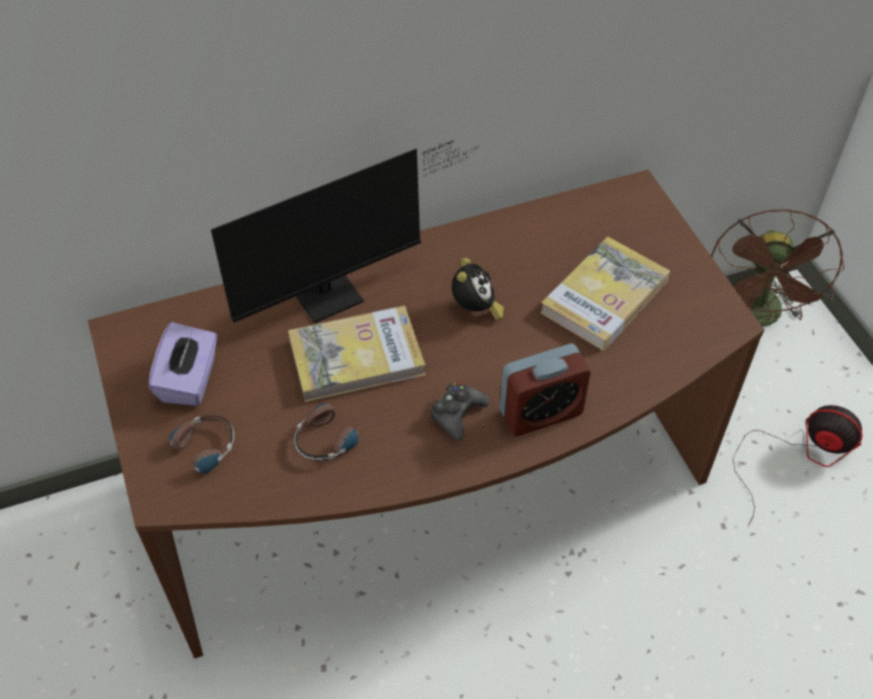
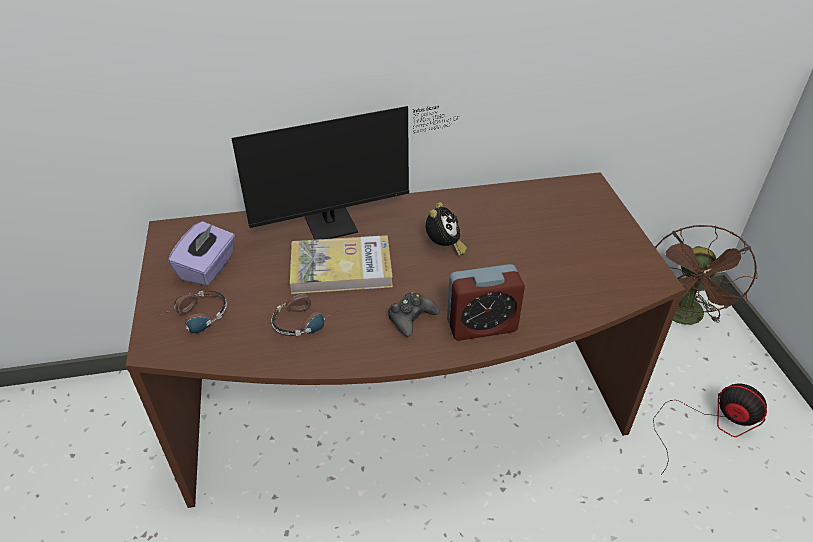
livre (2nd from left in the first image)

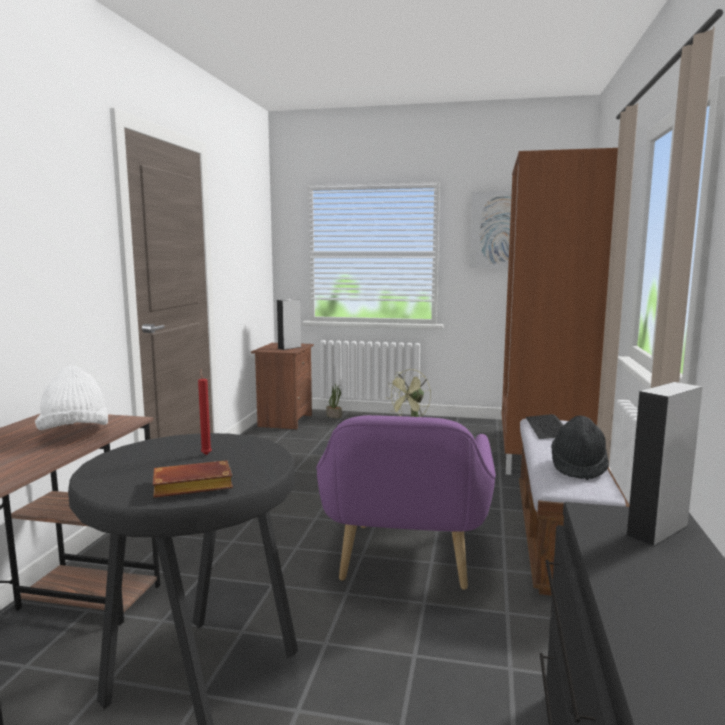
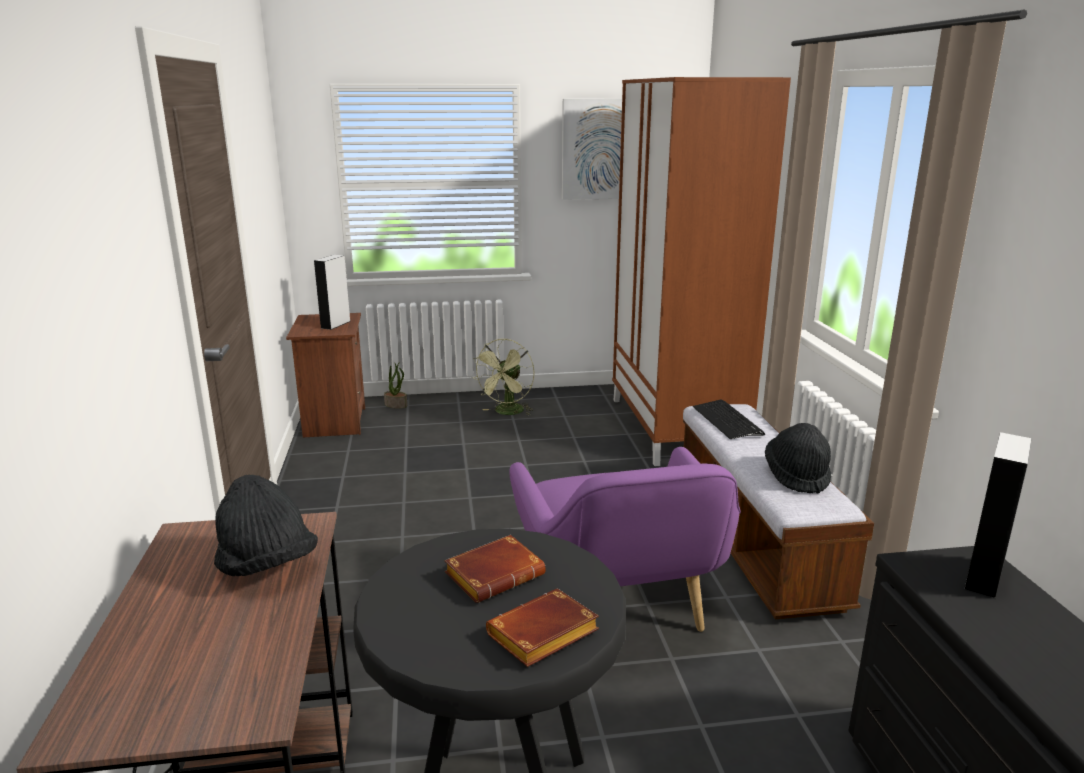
livre/marron (1st from left)
chapeau/noir (1st from left)

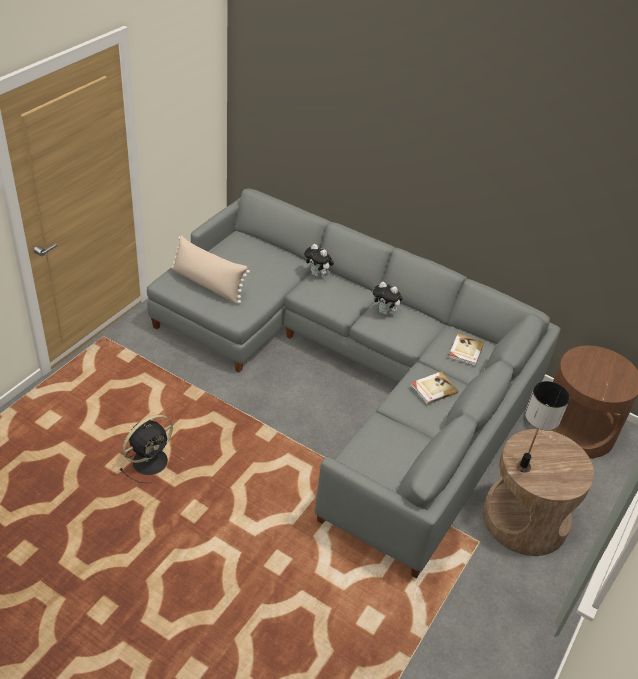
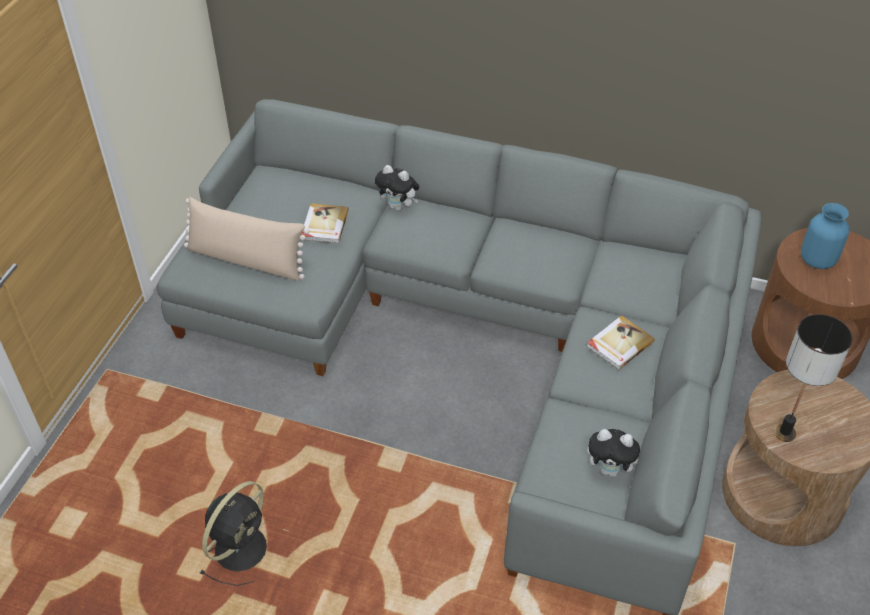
vase/bleu
peluche (2nd from left)
livre (1st from left)

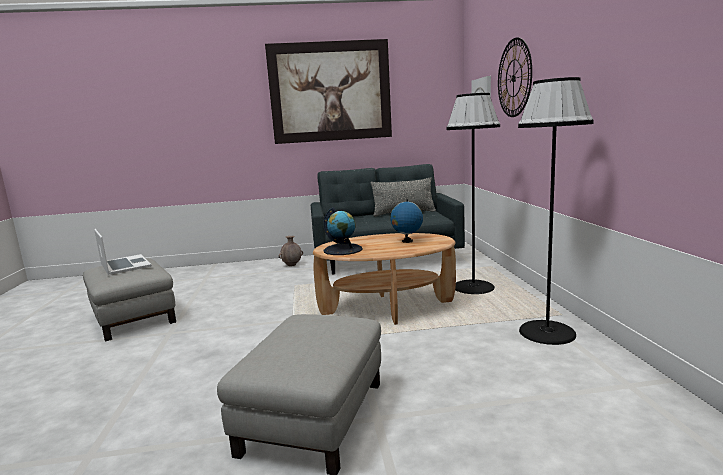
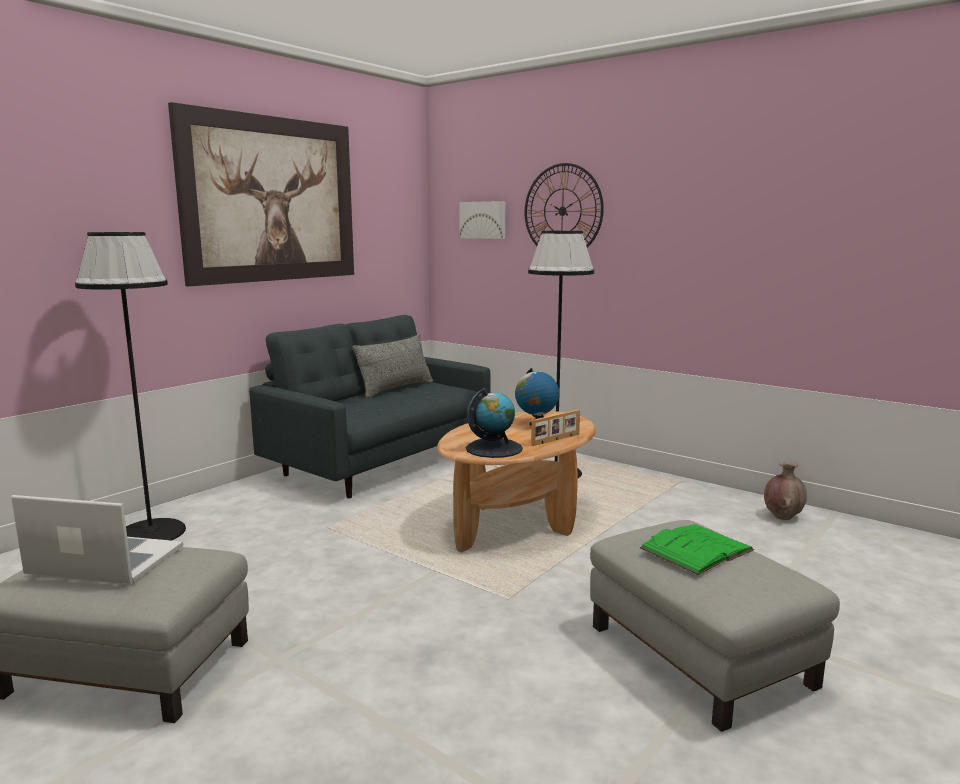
cadre photo
livre/vert
vase/marron
lampadaire/noir (1st from left)

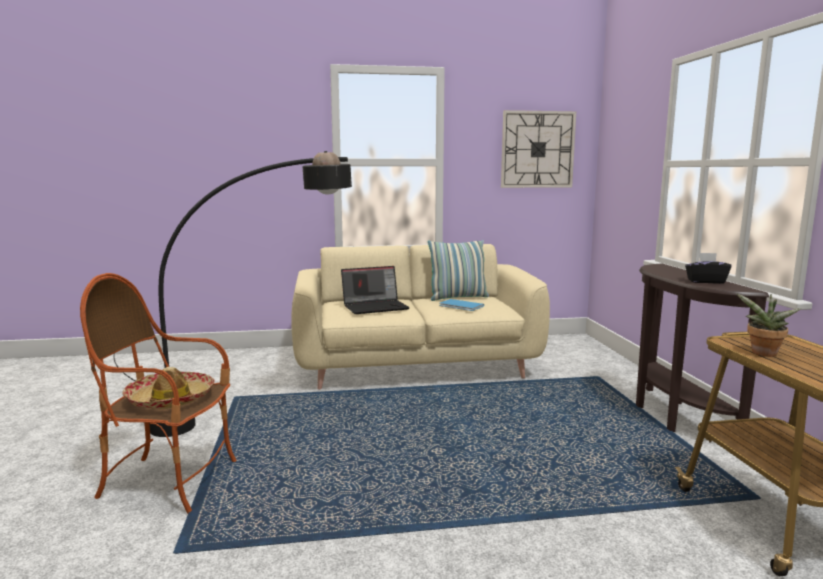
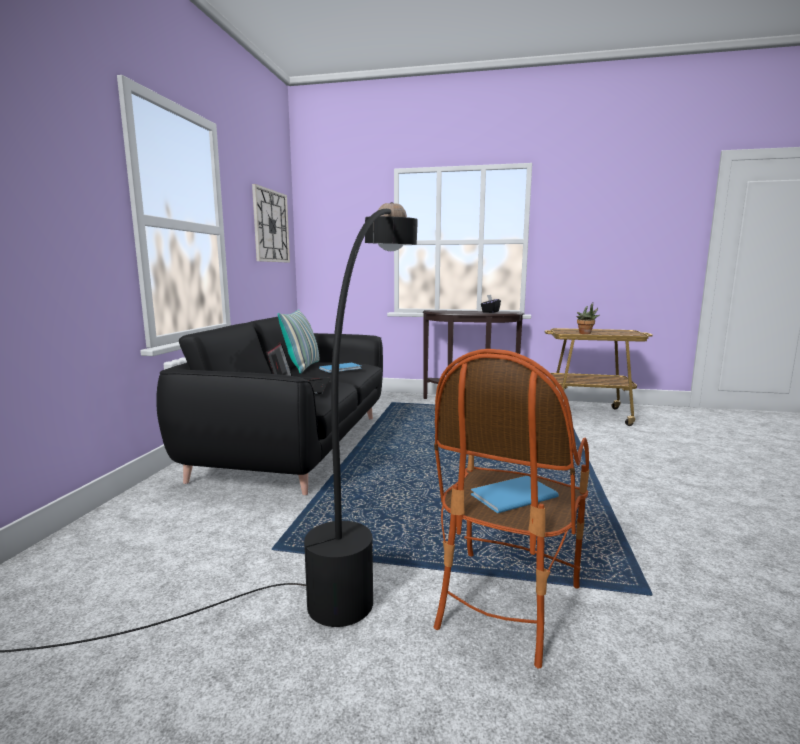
livre/bleu (2nd from left)
canapé/noir

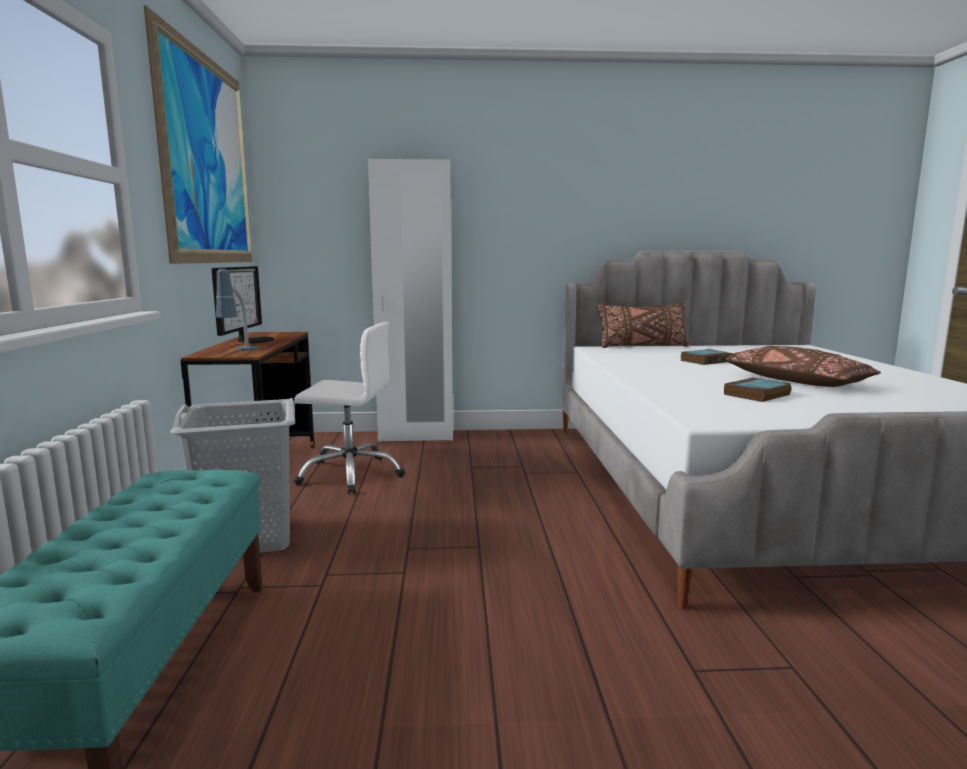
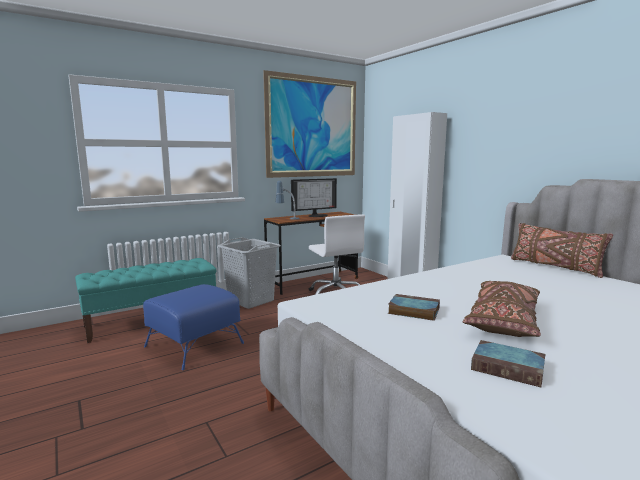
pouf/bleu
livre (2nd from left)

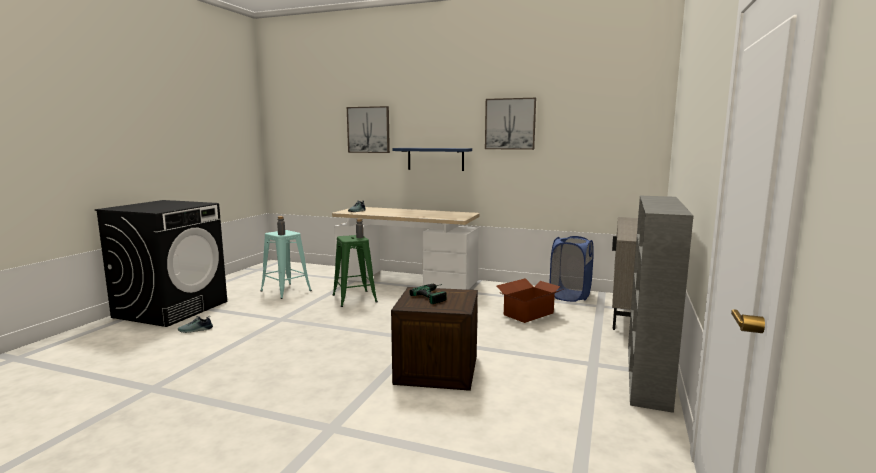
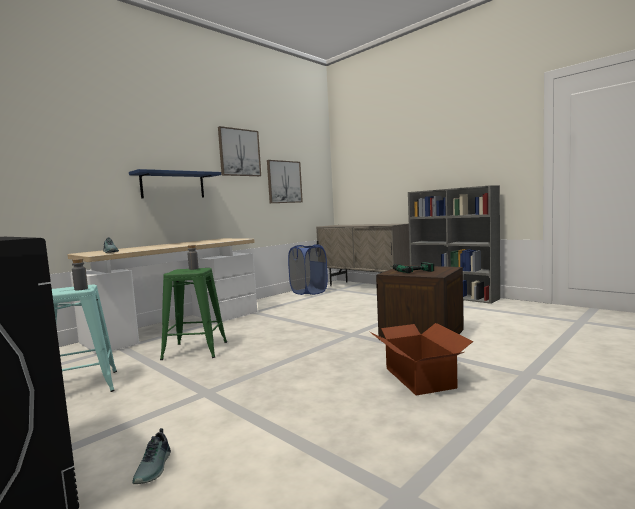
tableau (2nd from left)
carton

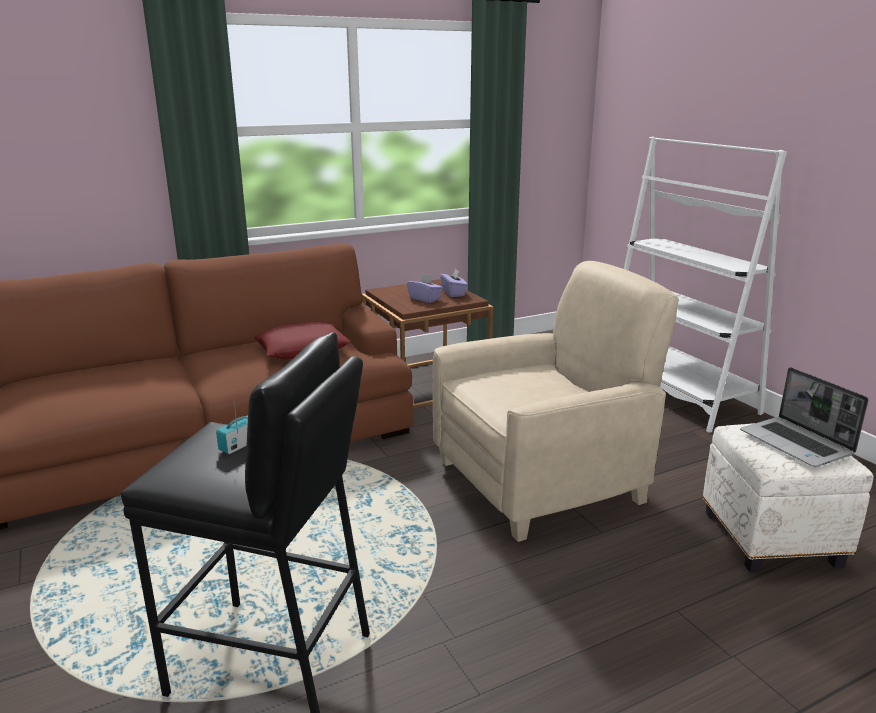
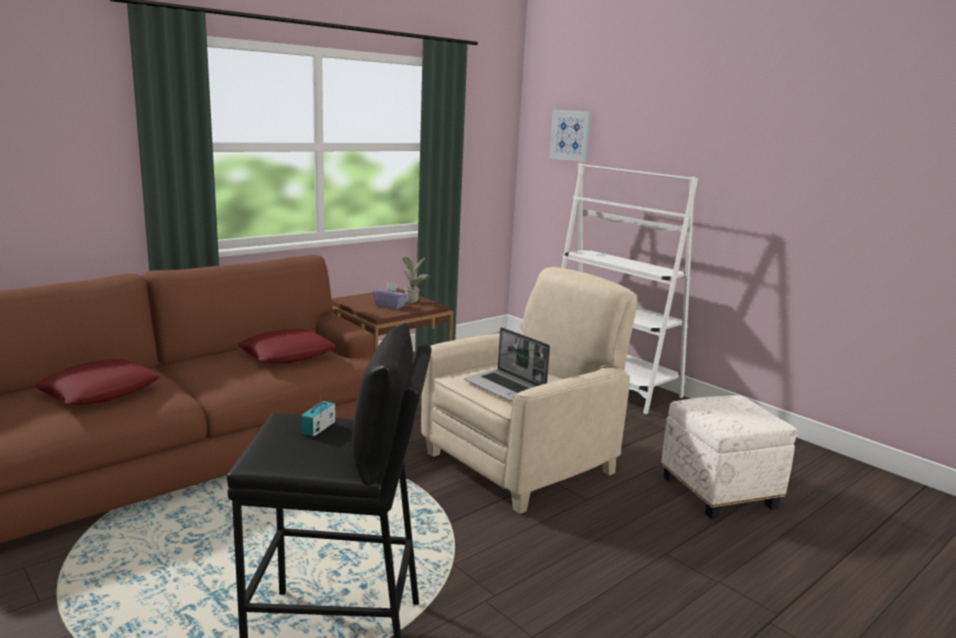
coussin/rouge (1st from left)
tableau
ordinateur portable
plante en pot

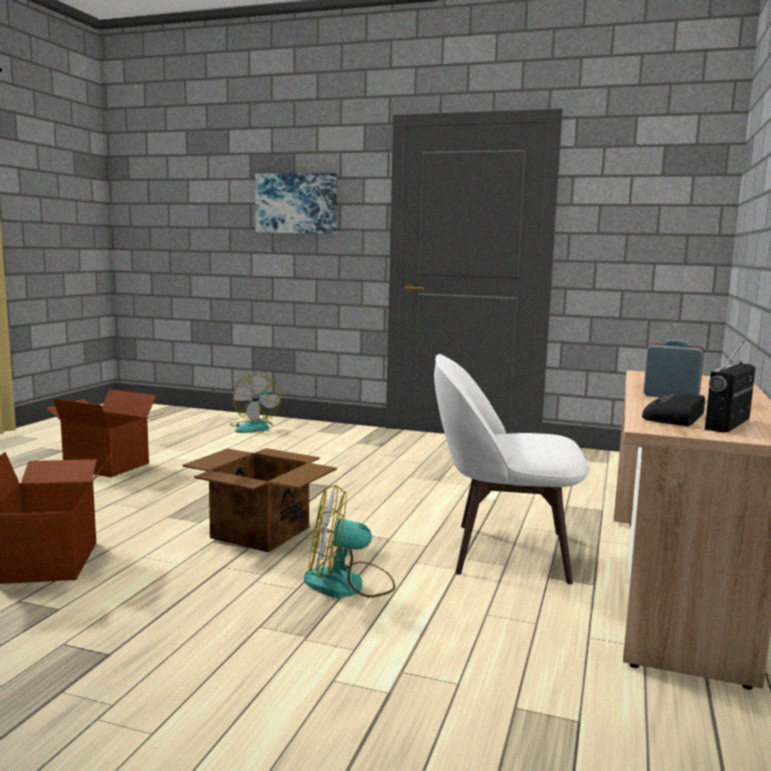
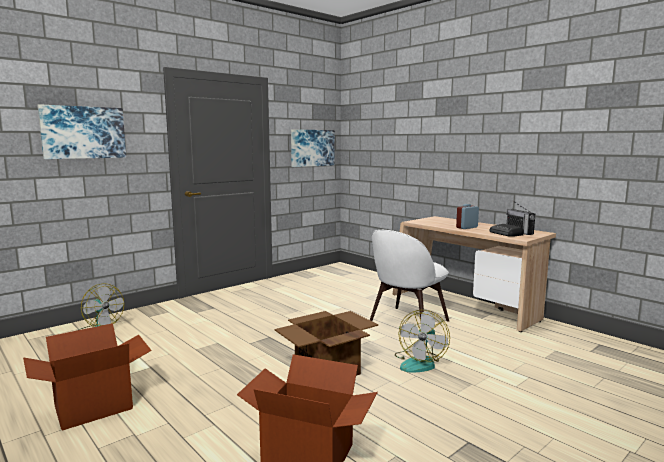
tableau (2nd from left)

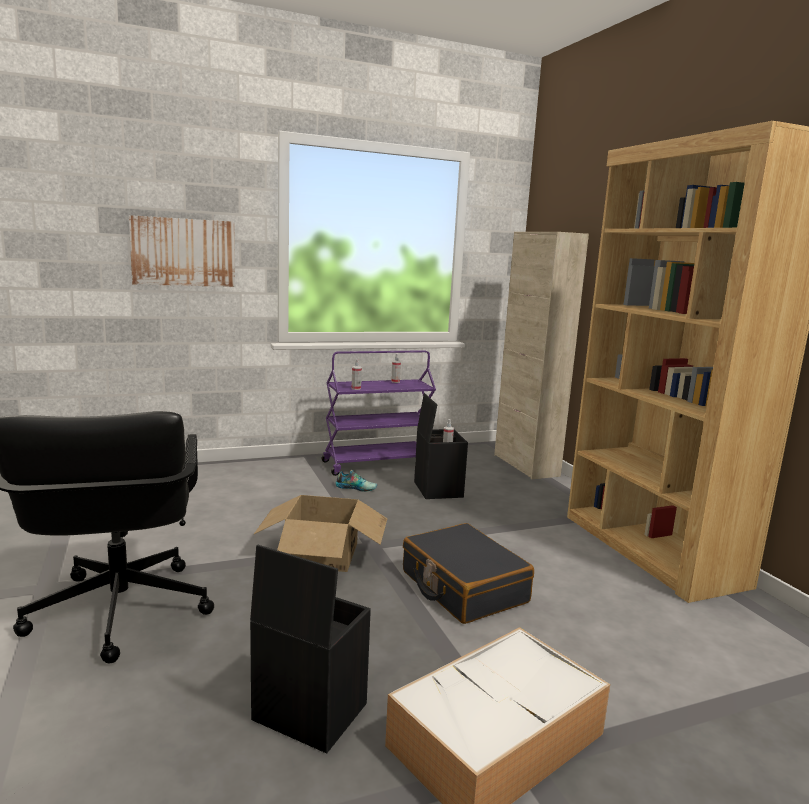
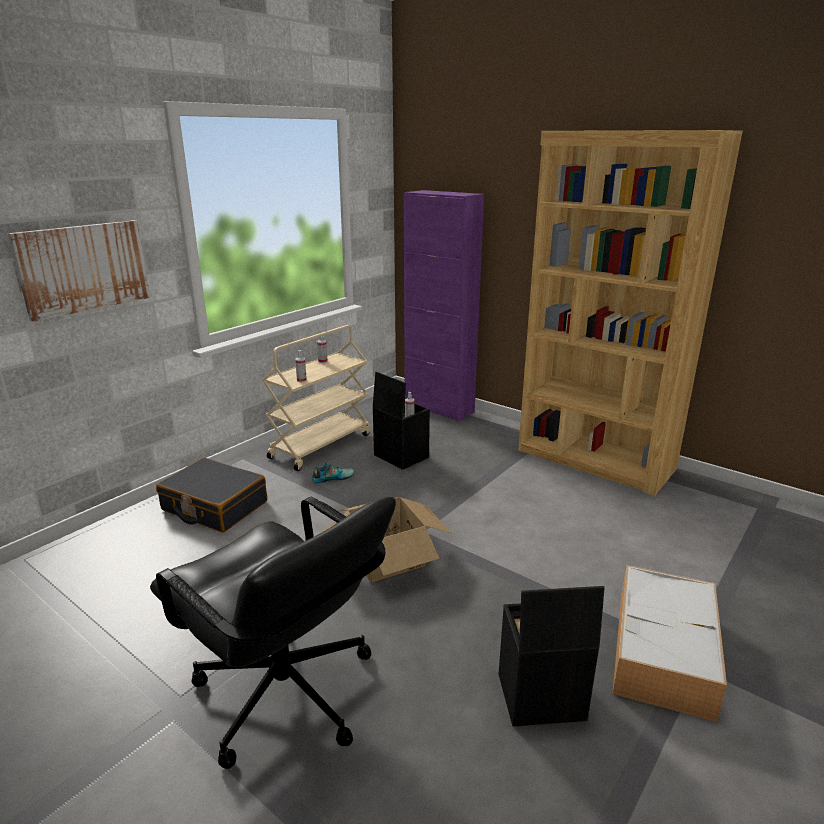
valise/noir
chariot/beige
meuble de rangement/violet

